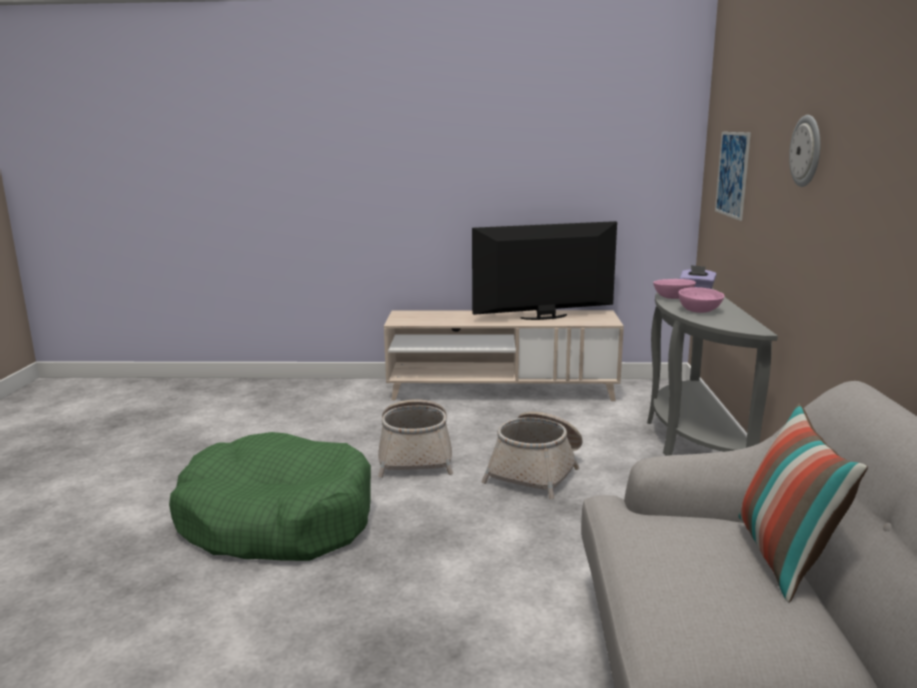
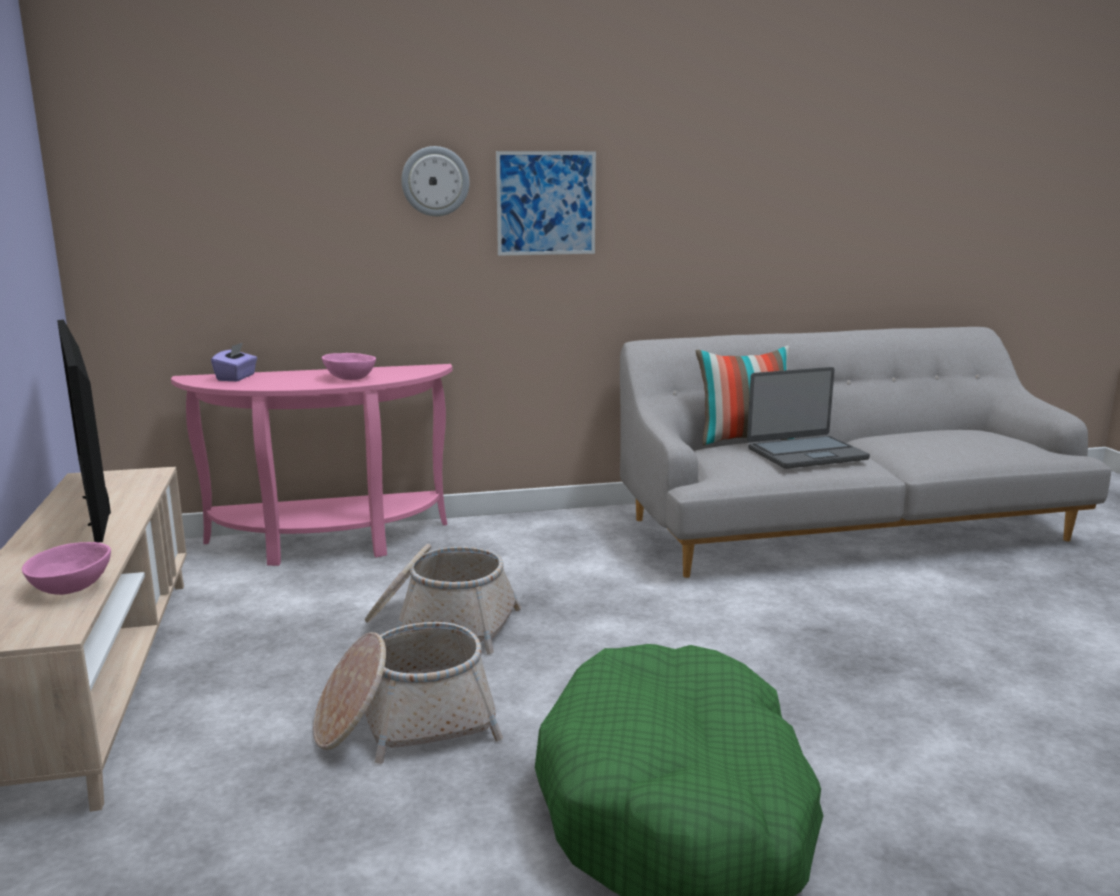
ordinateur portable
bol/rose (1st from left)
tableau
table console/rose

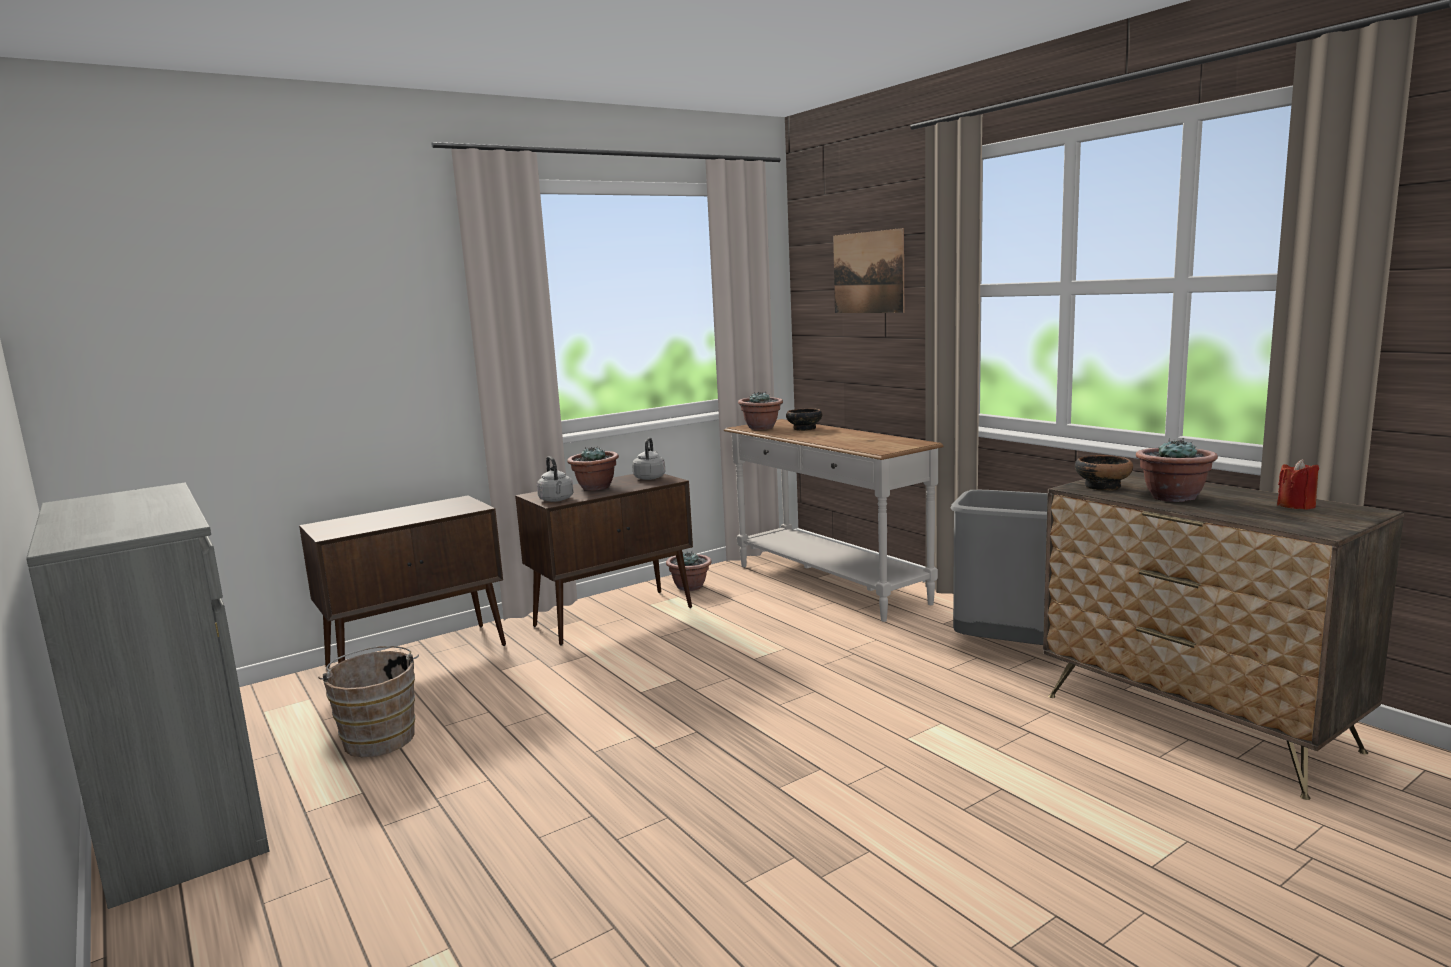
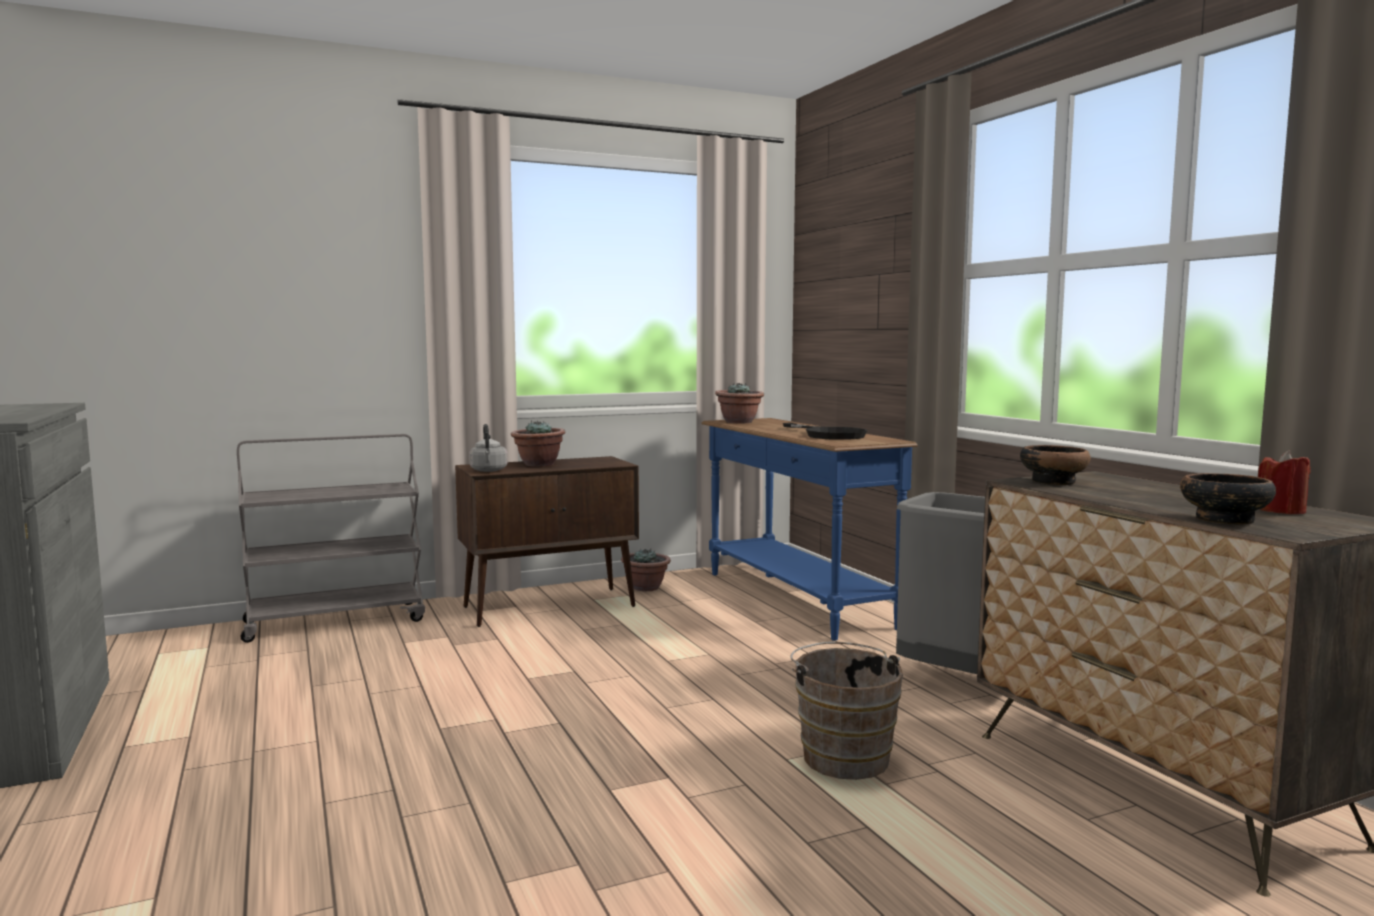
bouilloire/gris (2nd from left in the first image)
tableau
plante en pot (4th from left in the first image)
poêle/noir
seau/marron
bol (2nd from left)
chariot/gris
table console/bleu

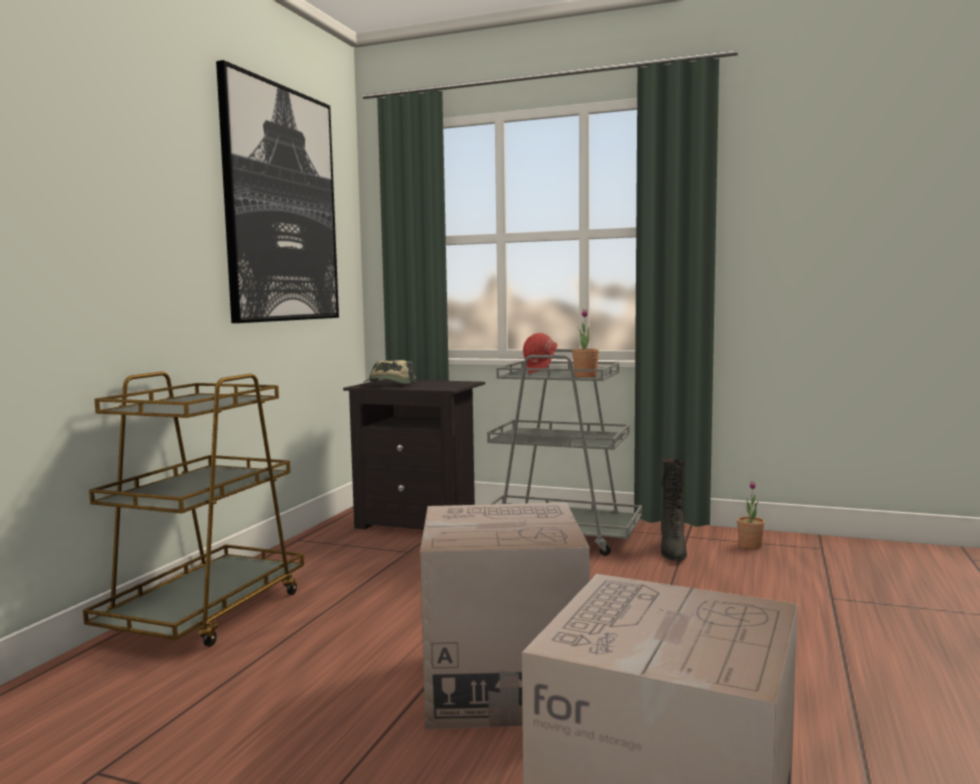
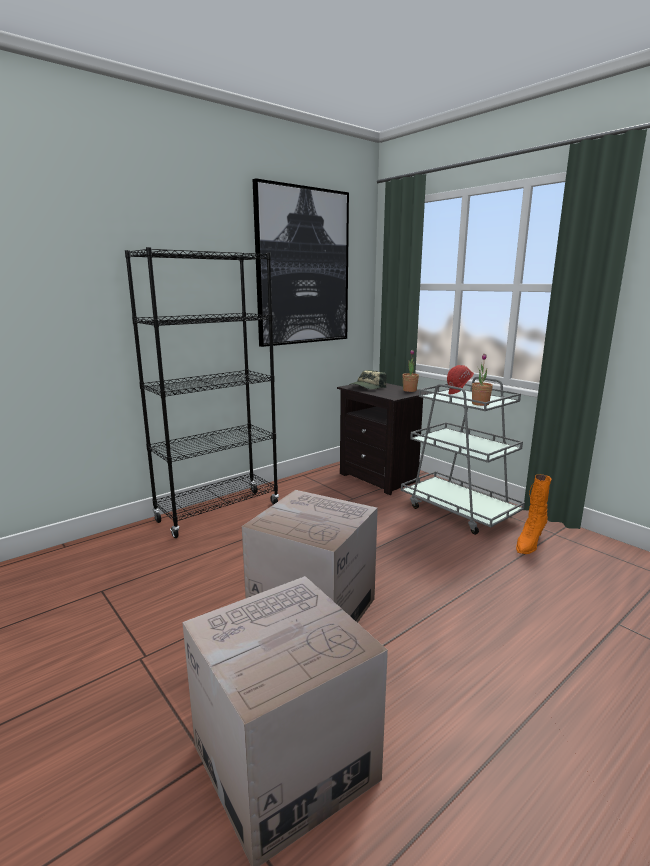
plante en pot (1st from left)
bibliothèque/noir
botte/orange

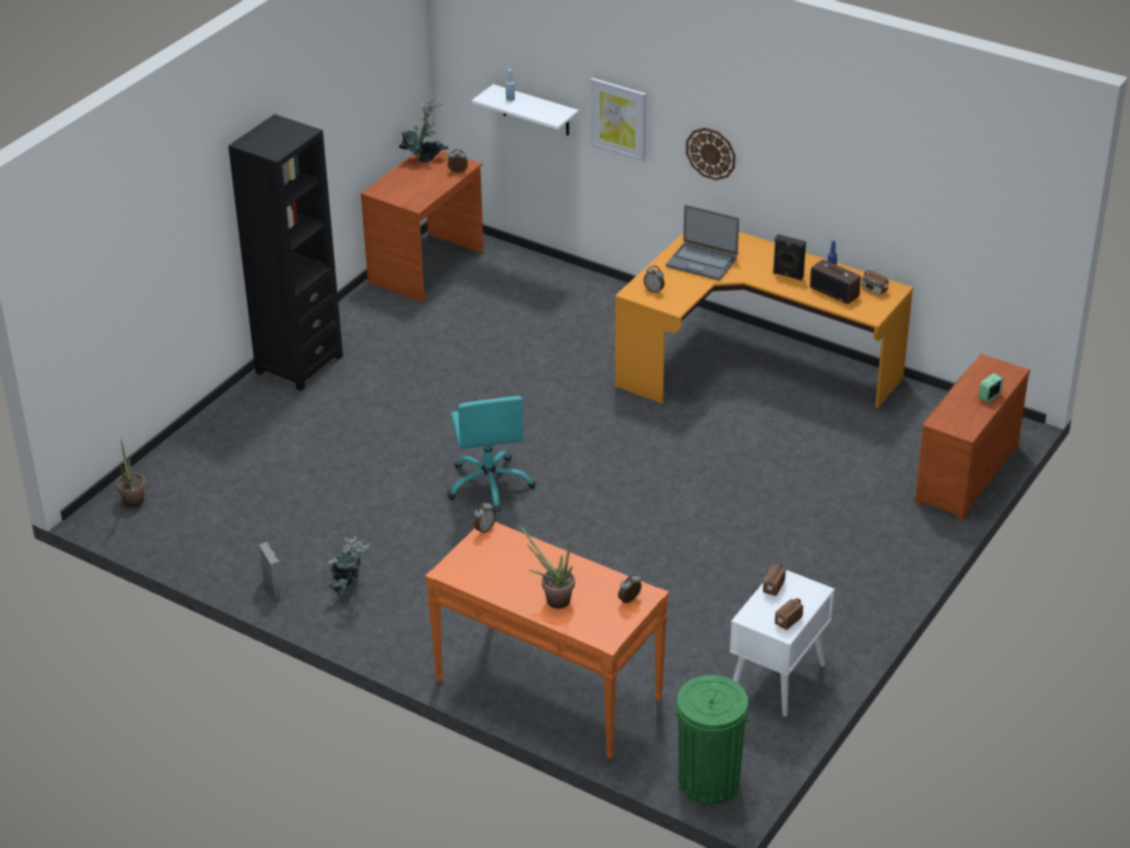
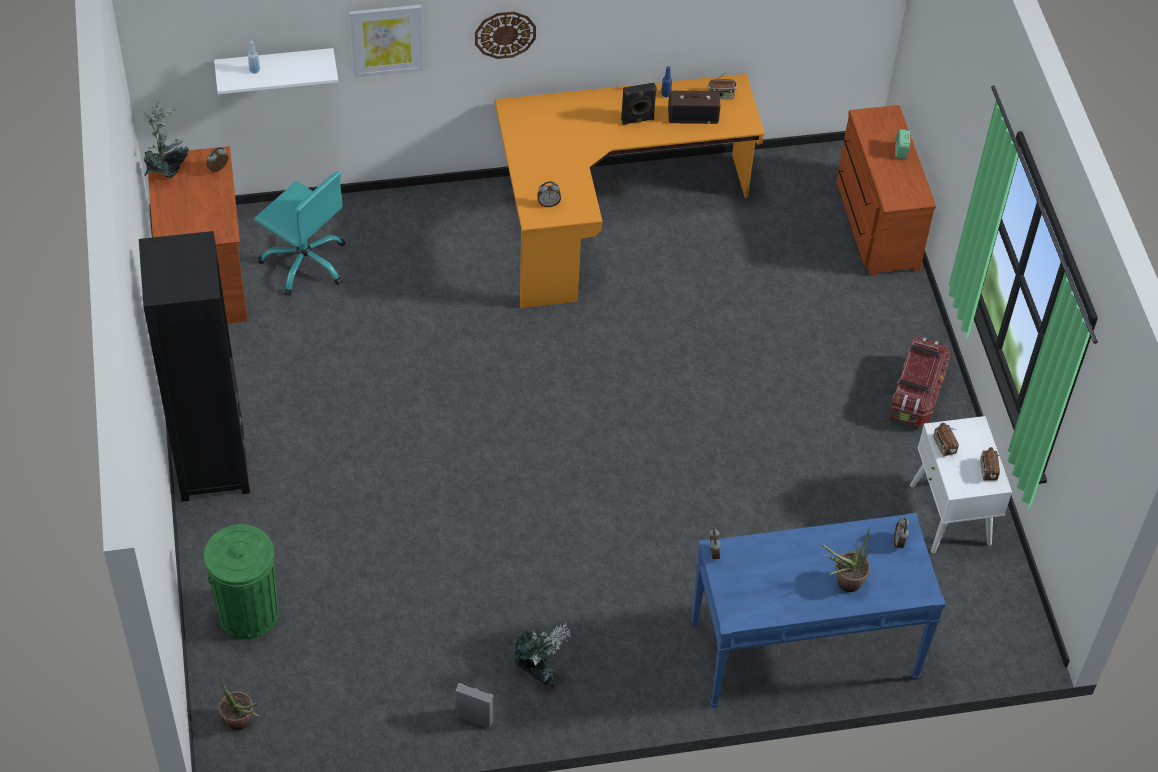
ordinateur portable
boîte de rangement
chaise de bureau/turquoise
poubelle/vert
table console/bleu

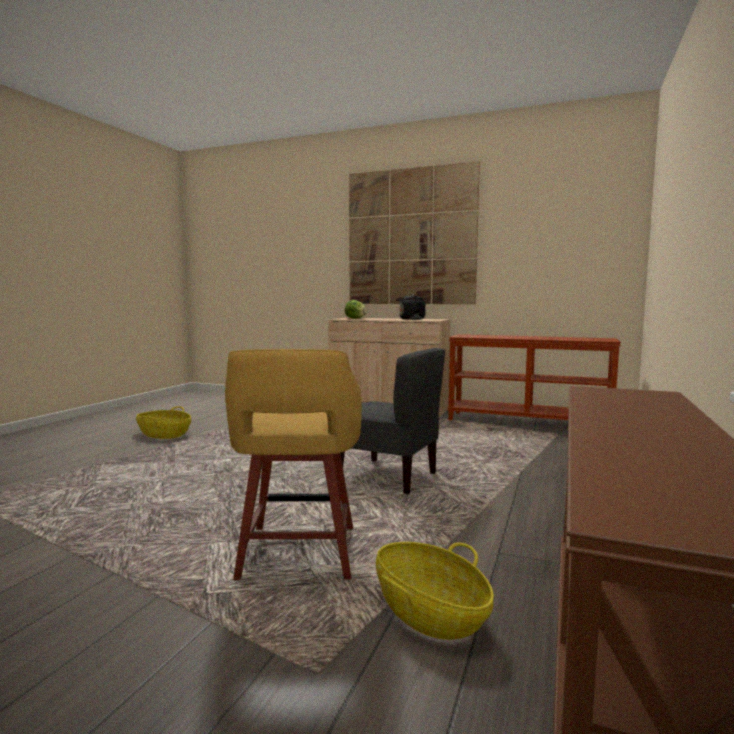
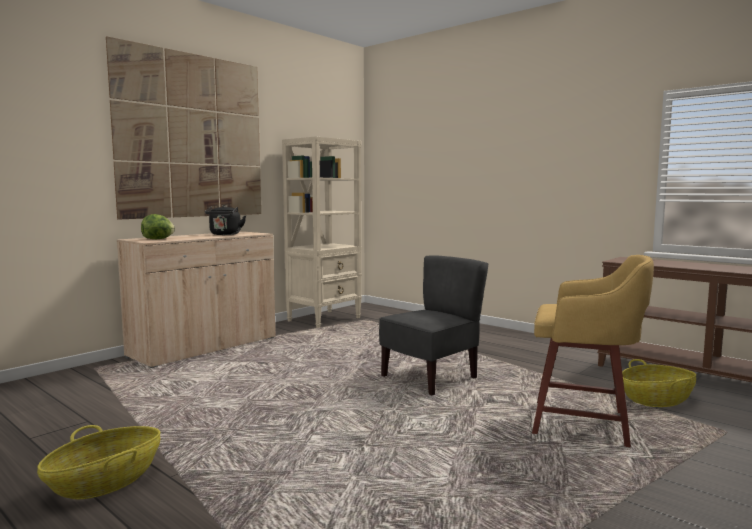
bibliothèque/beige

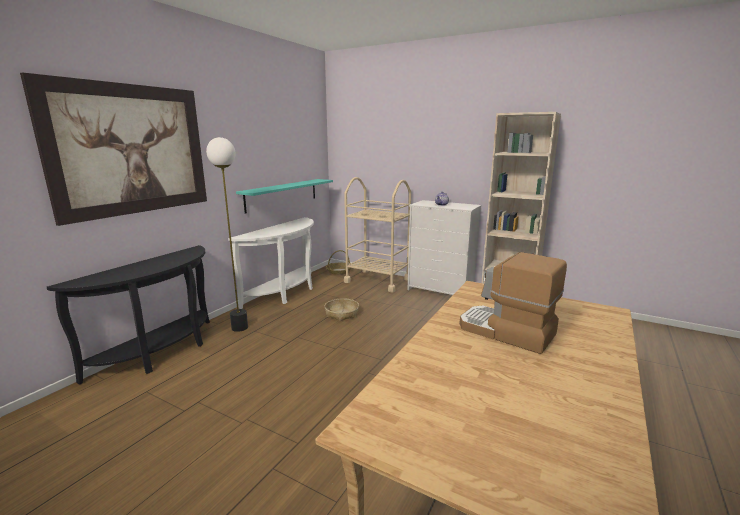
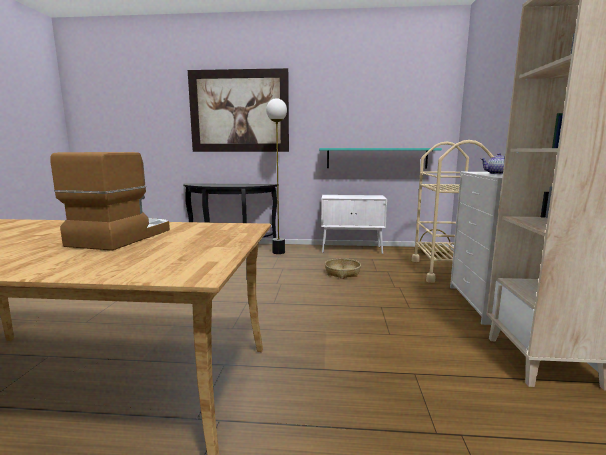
meuble de rangement/blanc

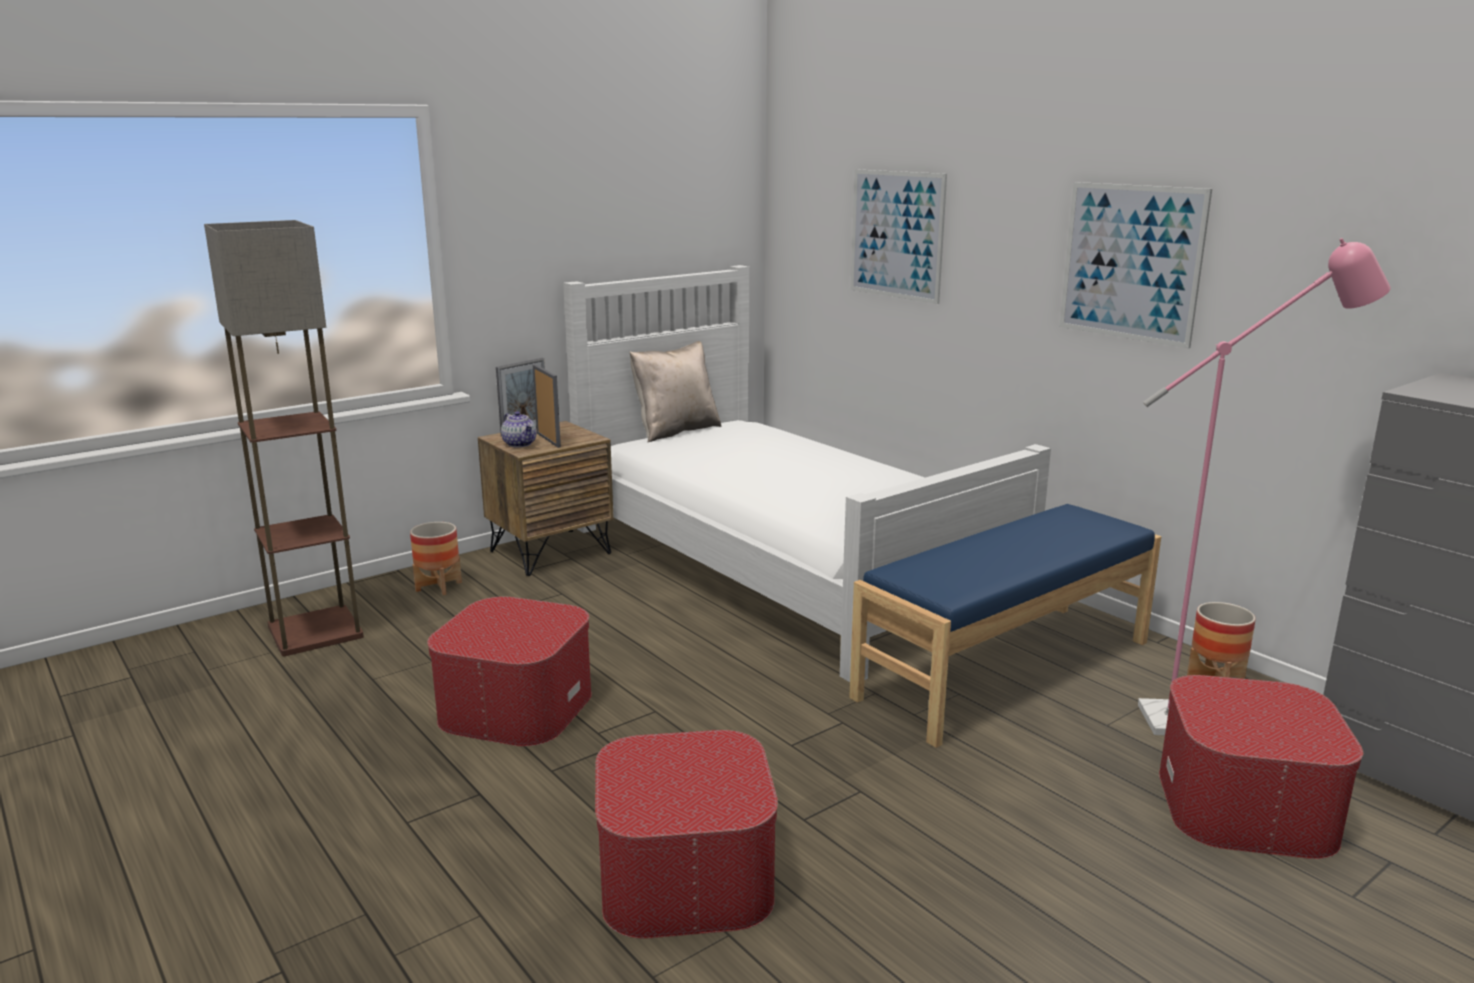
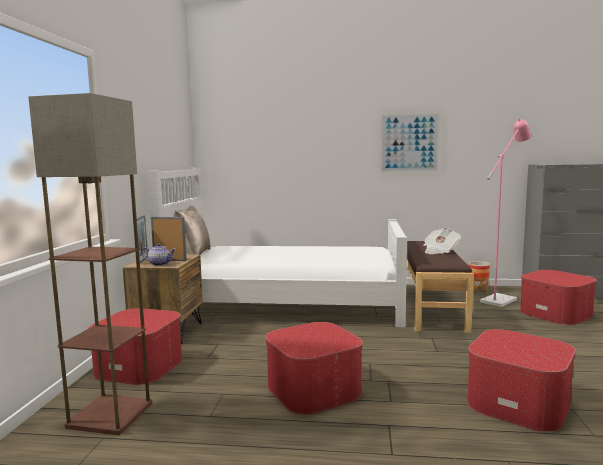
tableau (1st from left in the first image)
journal
pouf (1st from left)
banc/marron

